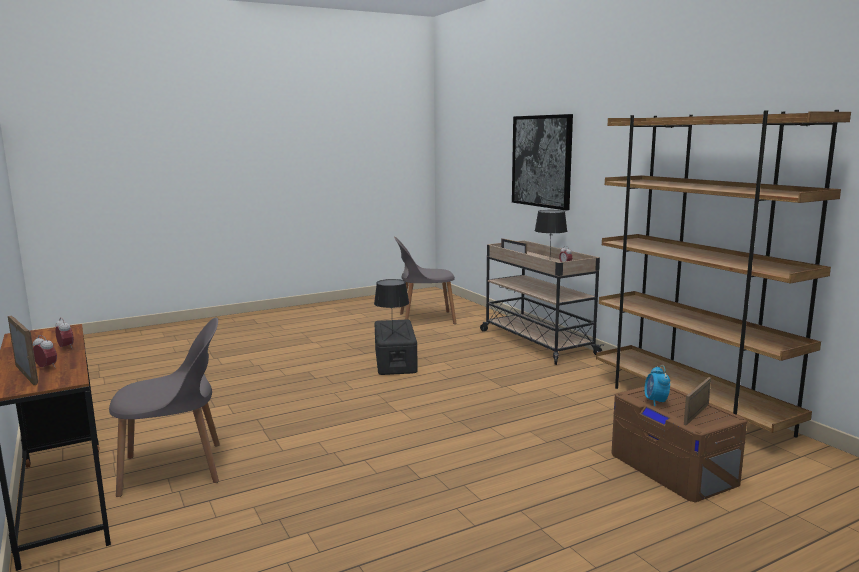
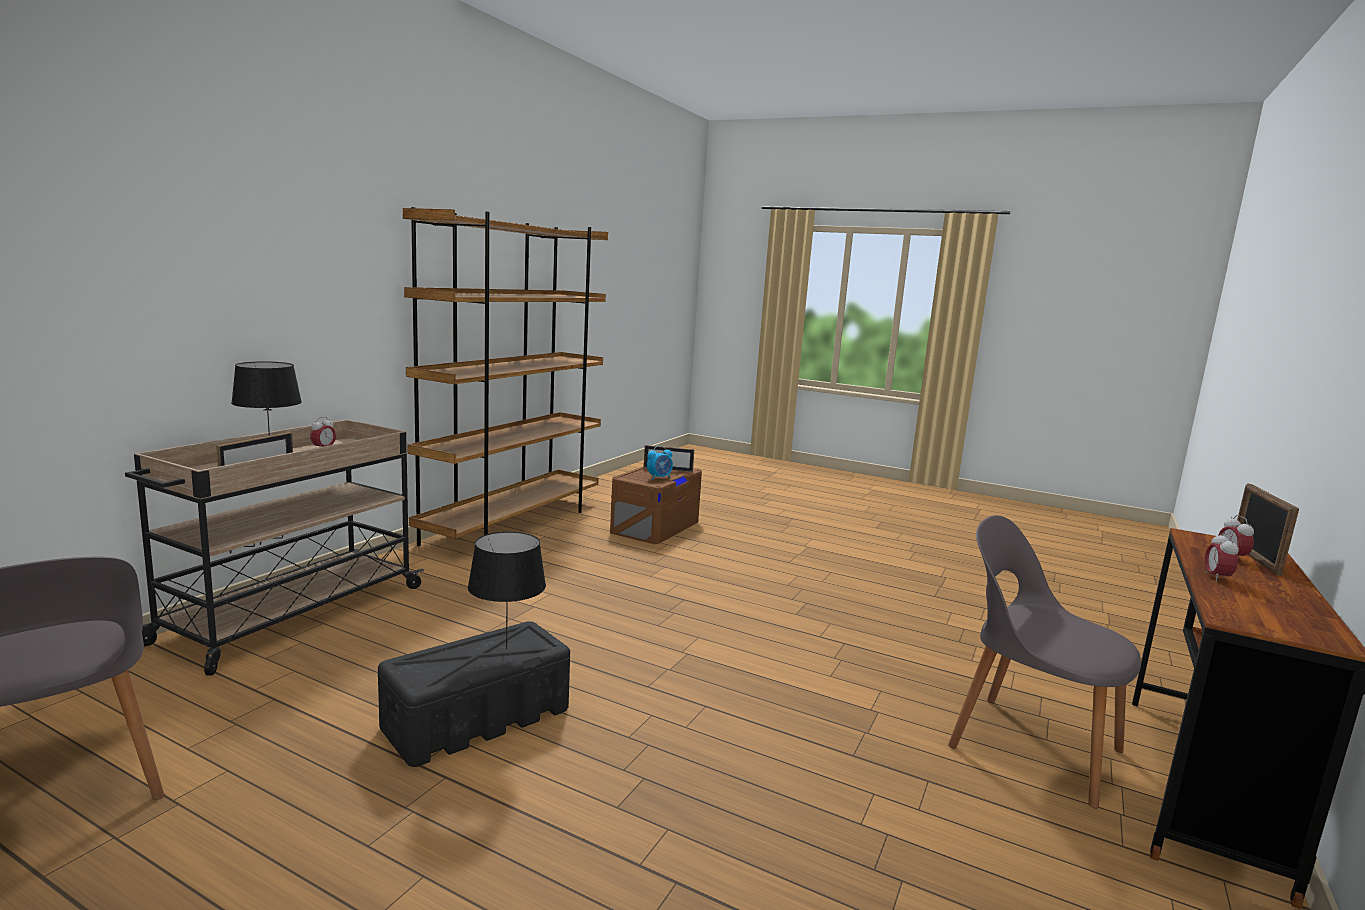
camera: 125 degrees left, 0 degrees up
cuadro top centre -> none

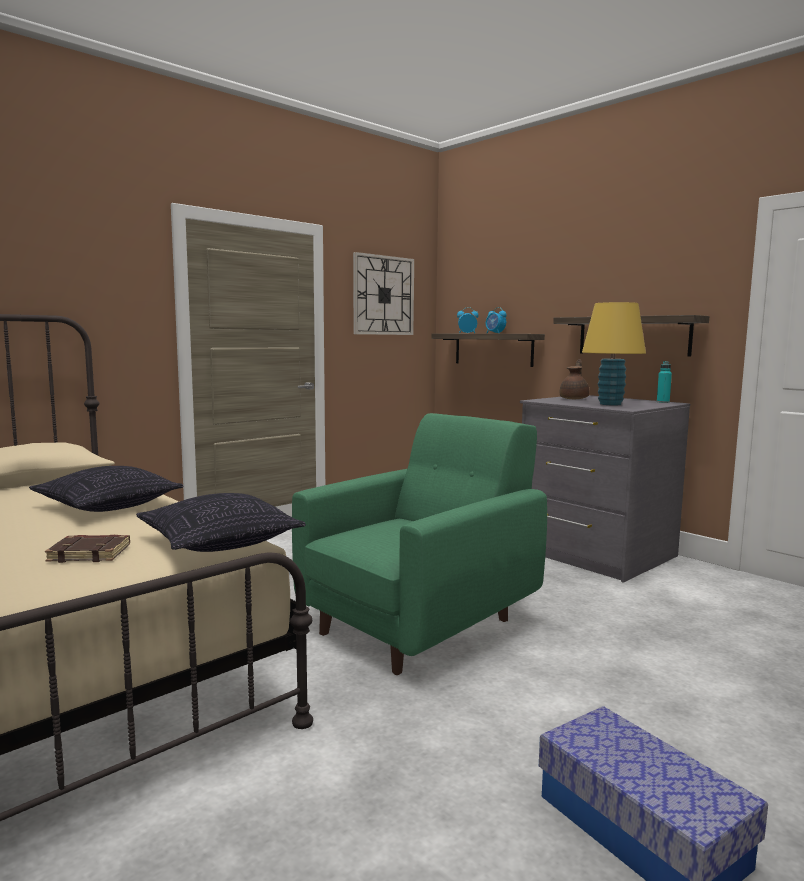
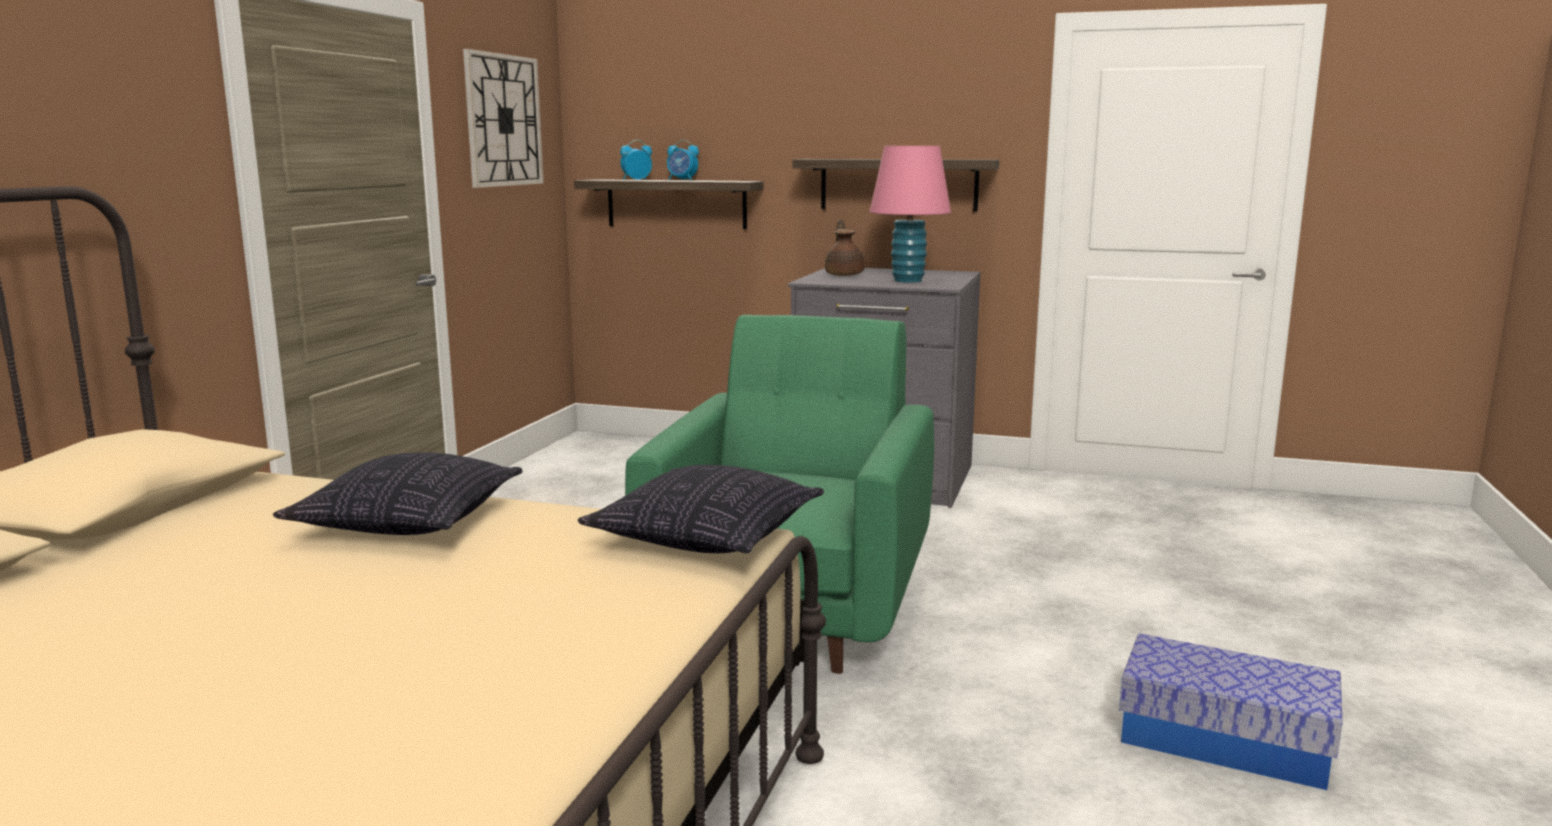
camera: 30 degrees left, 5 degrees up
lámpara de mesa/amarillo middle right -> lámpara de mesa/rosa top centre
libro/marrón middle left -> none
botella/turquesa middle right -> none

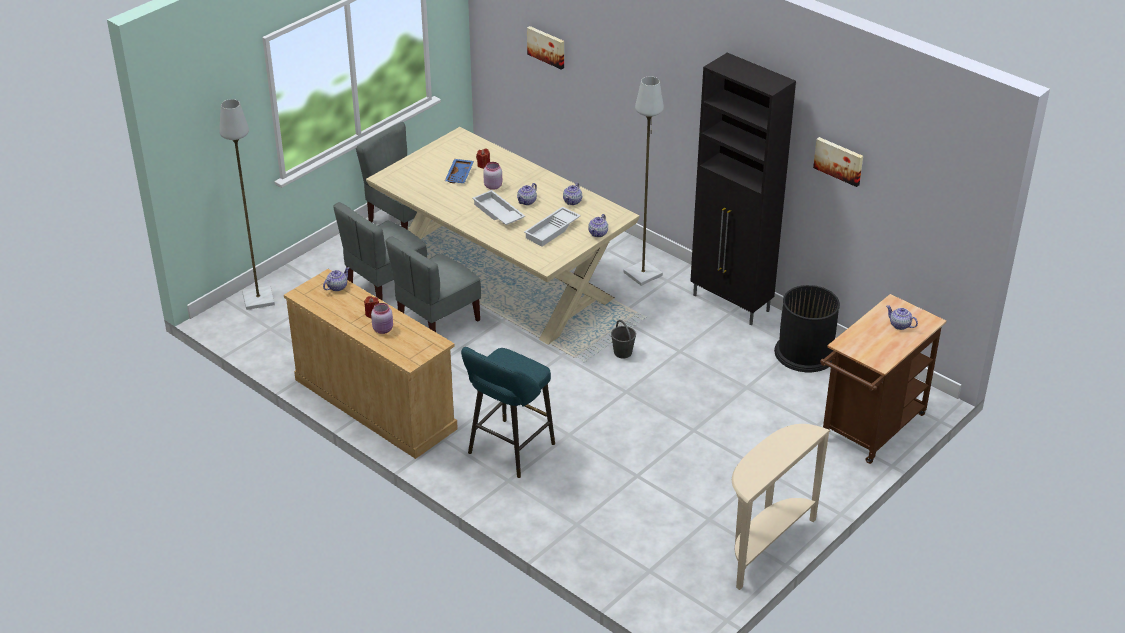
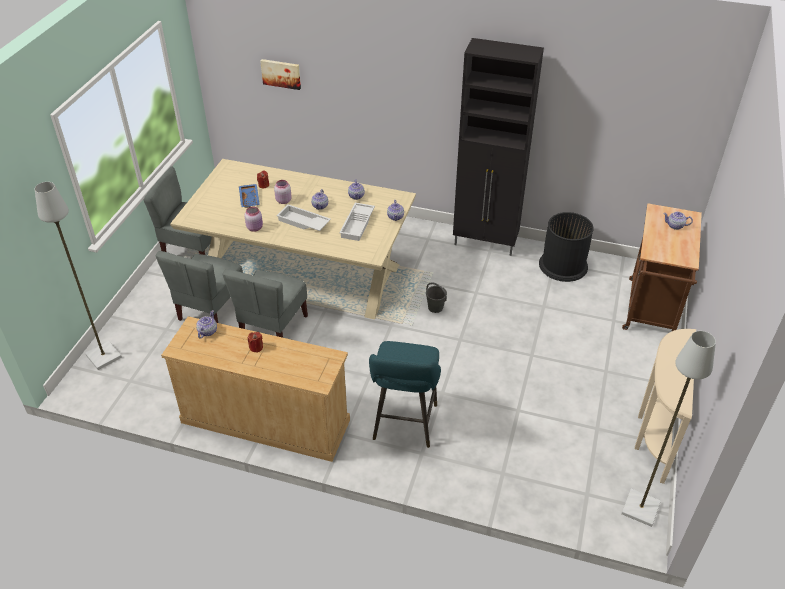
camera: 25 degrees left, 5 degrees up
tarro/rosa (1st from left) centre -> tarro/rosa (1st from left) middle left, move
lámpara de pie/gris (2nd from left) top centre -> lámpara de pie/gris (2nd from left) bottom right, move
cuadro (2nd from left) top right -> none

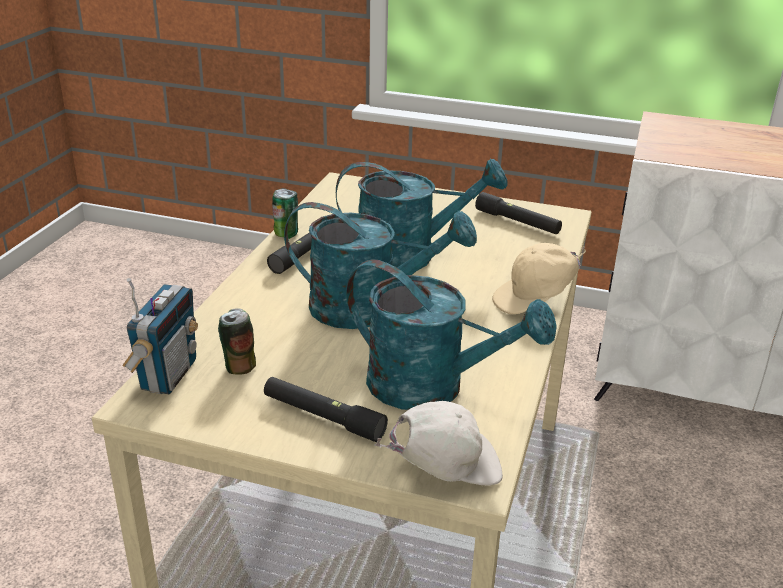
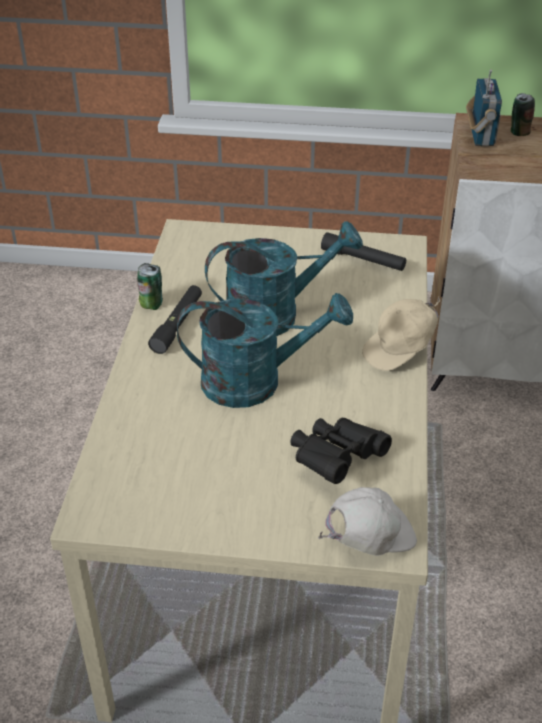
camera: 10 degrees left, 10 degrees up
regadera/turquesa (3rd from left) centre -> prismáticos/negro centre
radio middle left -> radio top right, move
lata (1st from left in the first image) middle left -> lata (2nd from left) top right, move
linterna/negro (2nd from left) bottom centre -> none

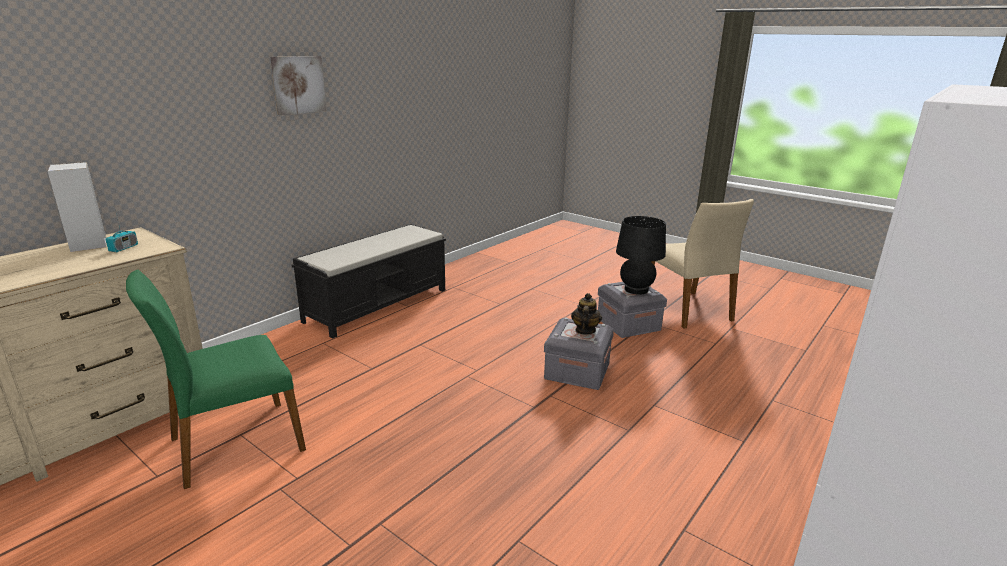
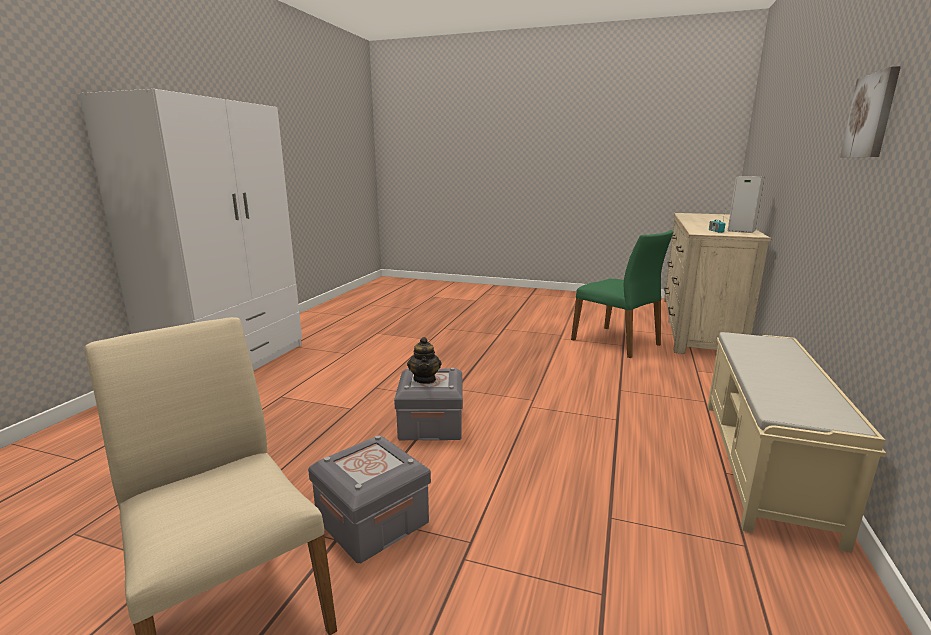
camera: 160 degrees right, 5 degrees down
silla/verde bottom left -> silla/verde middle right, 105 degrees clockwise
banco/negro centre -> banco/beis bottom right
lámpara de mesa/negro centre -> none

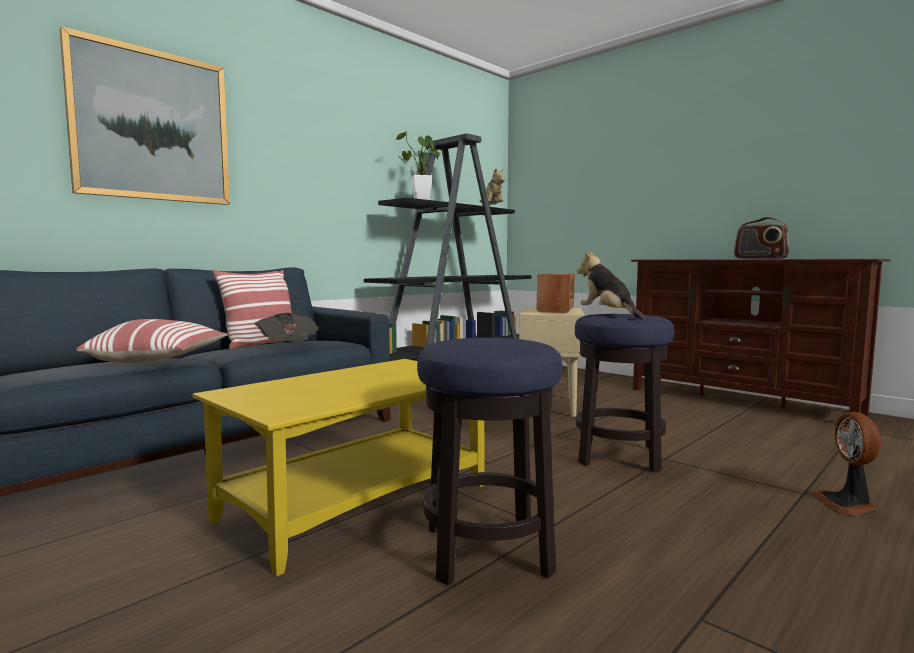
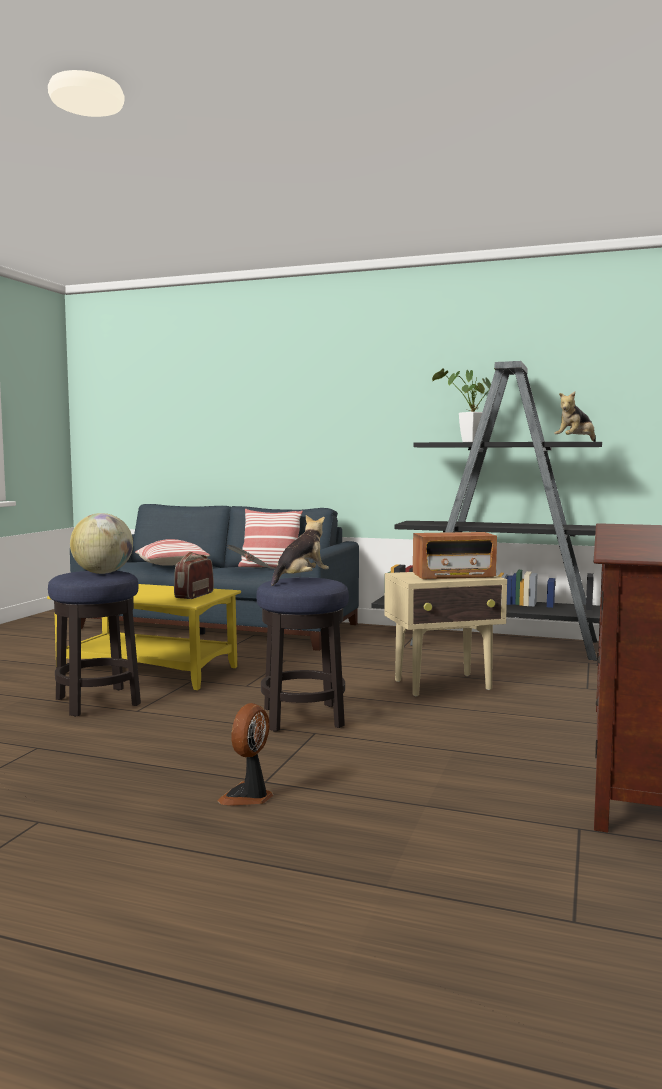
camera: 65 degrees right, 0 degrees up
none -> globo terráqueo middle left
radio (2nd from left in the first image) middle right -> radio (1st from left) middle left, move
ventilador bottom right -> ventilador bottom centre, 45 degrees counterclockwise
cuadro top left -> none

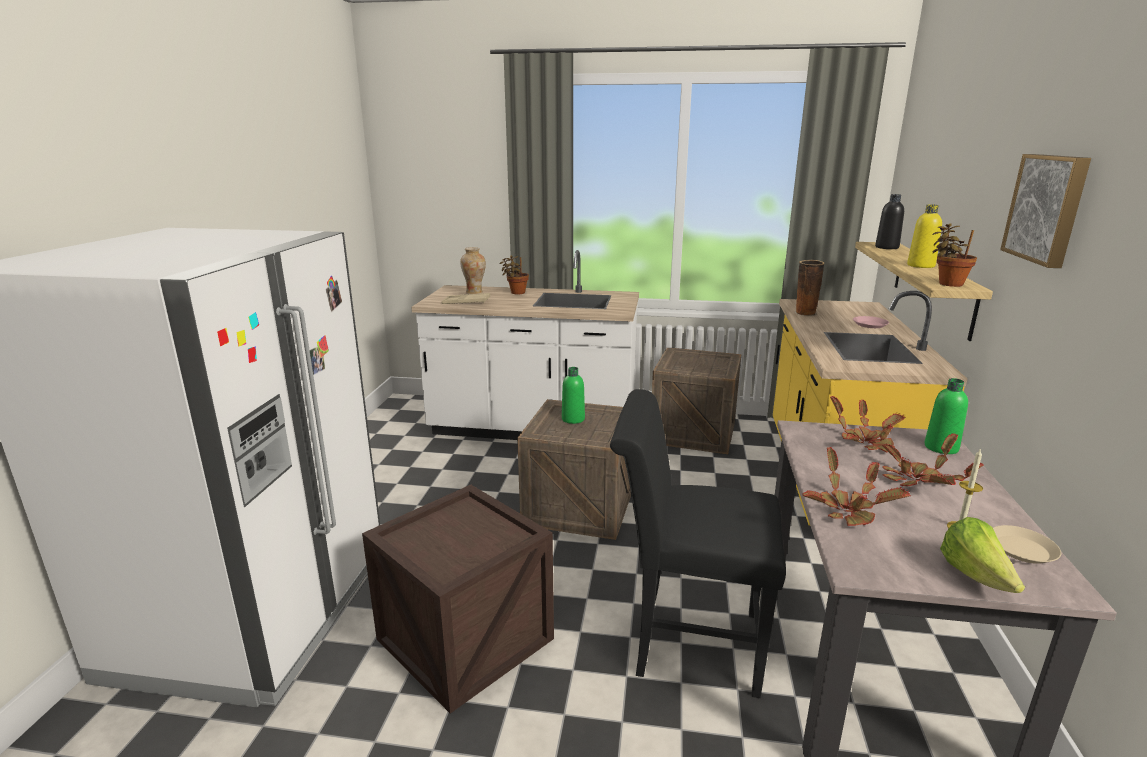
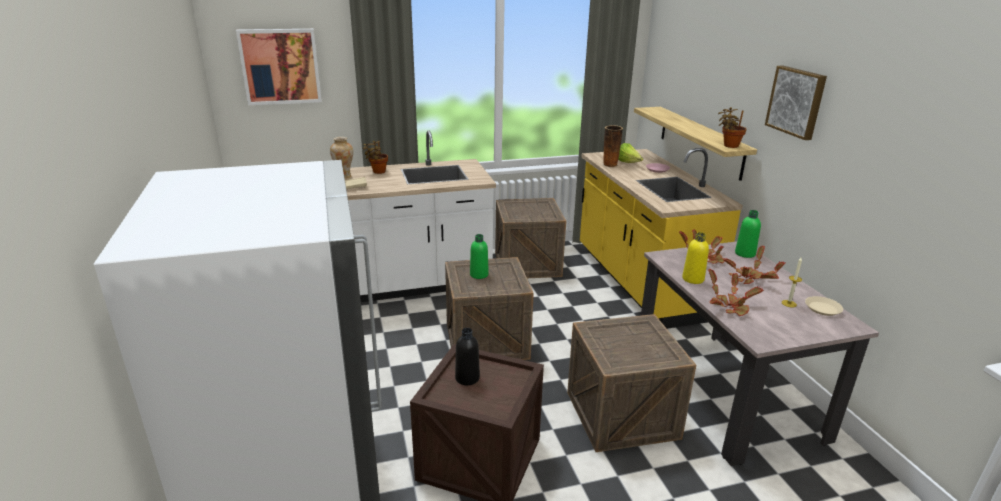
camera: 25 degrees left, 5 degrees up
none -> cuadro (1st from left) top left
botella/negro top right -> botella/negro bottom centre, move
silla/negro bottom centre -> caja de embalaje (4th from left) bottom centre
lechuga bottom right -> lechuga top centre, move
botella/amarillo top right -> botella/amarillo middle right, move

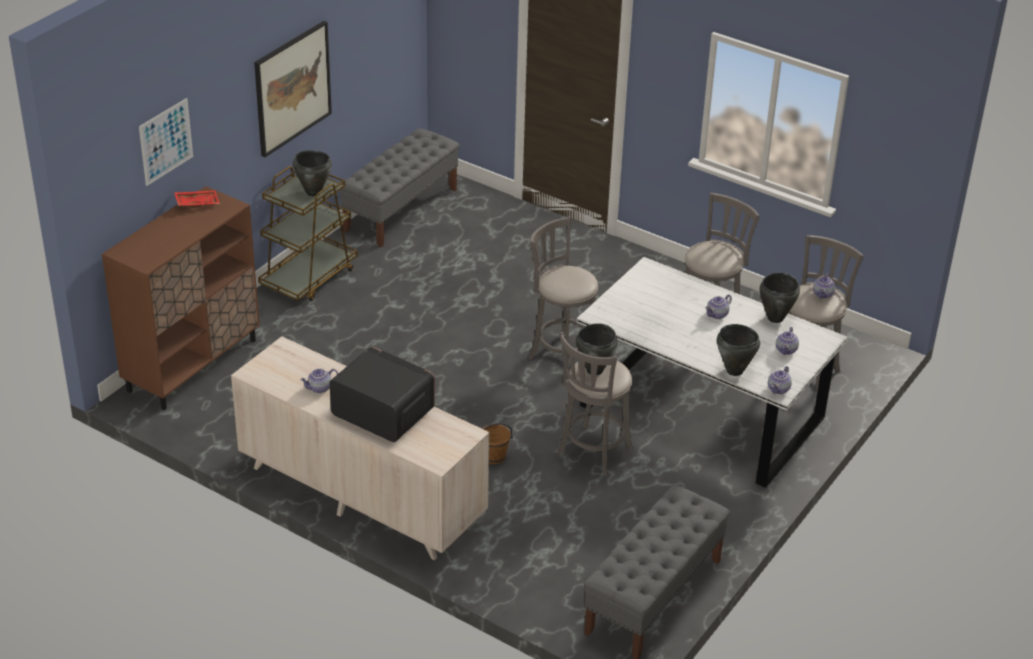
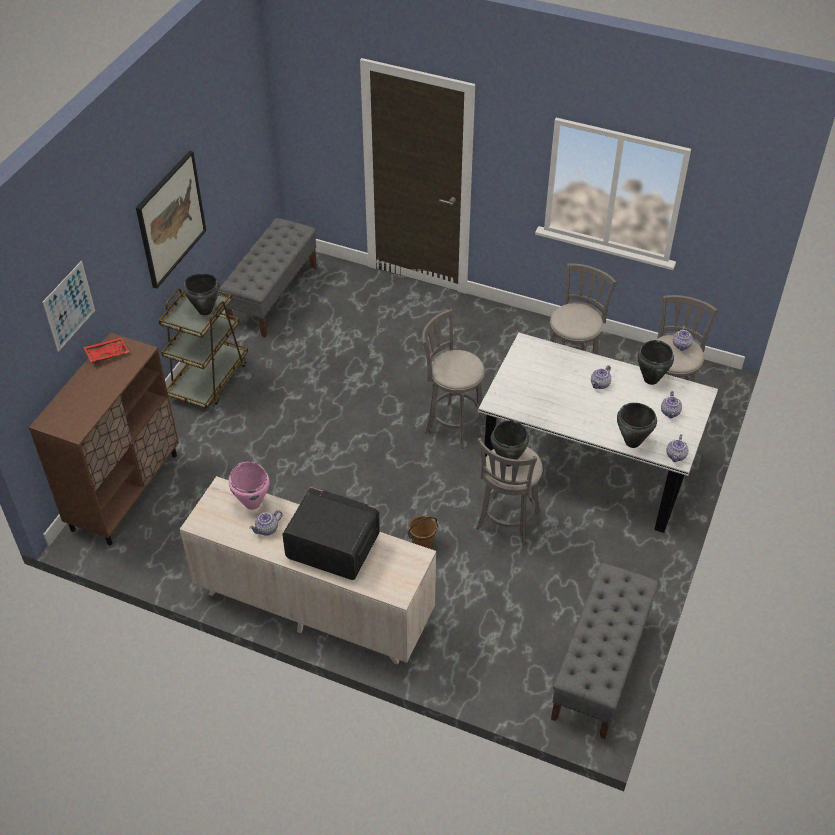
camera: 10 degrees left, 10 degrees up
none -> olla/rosa middle left

